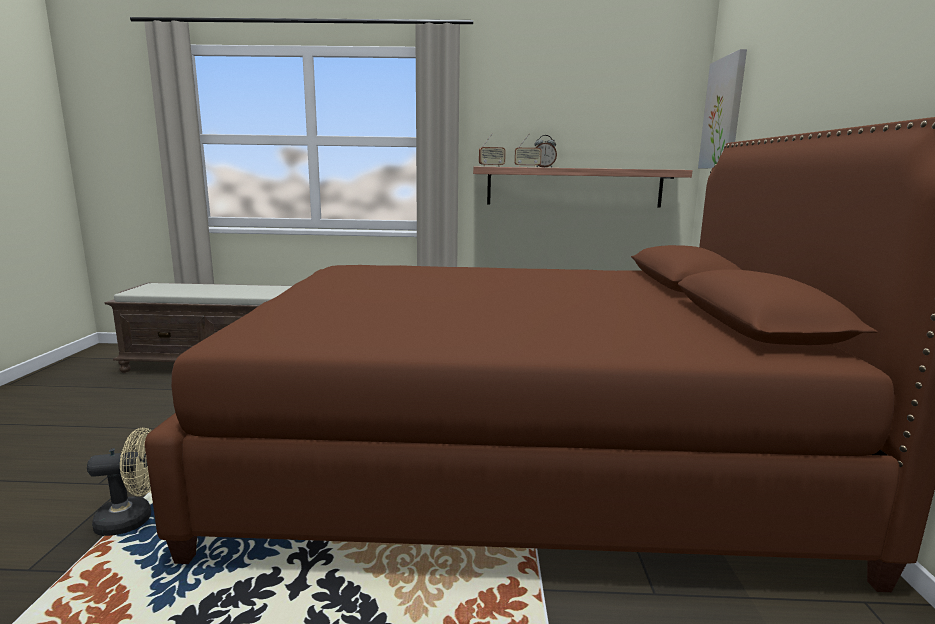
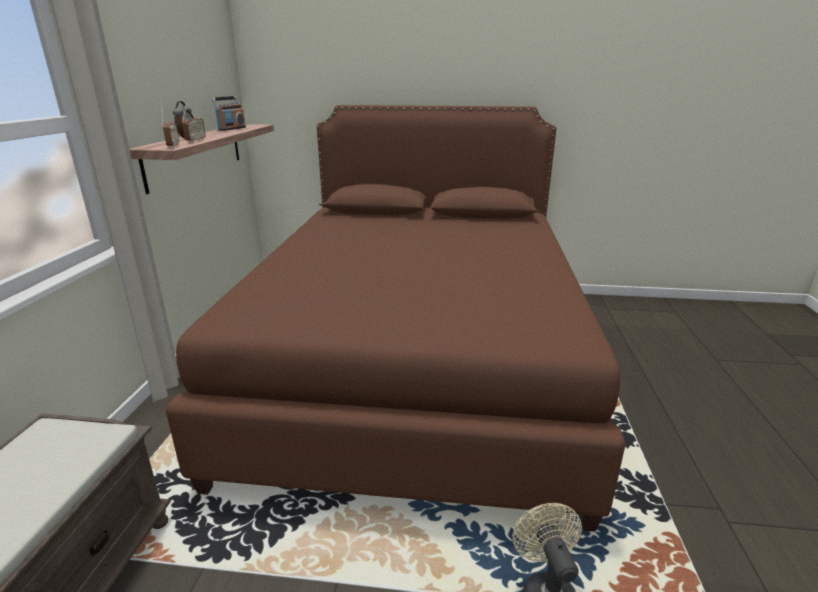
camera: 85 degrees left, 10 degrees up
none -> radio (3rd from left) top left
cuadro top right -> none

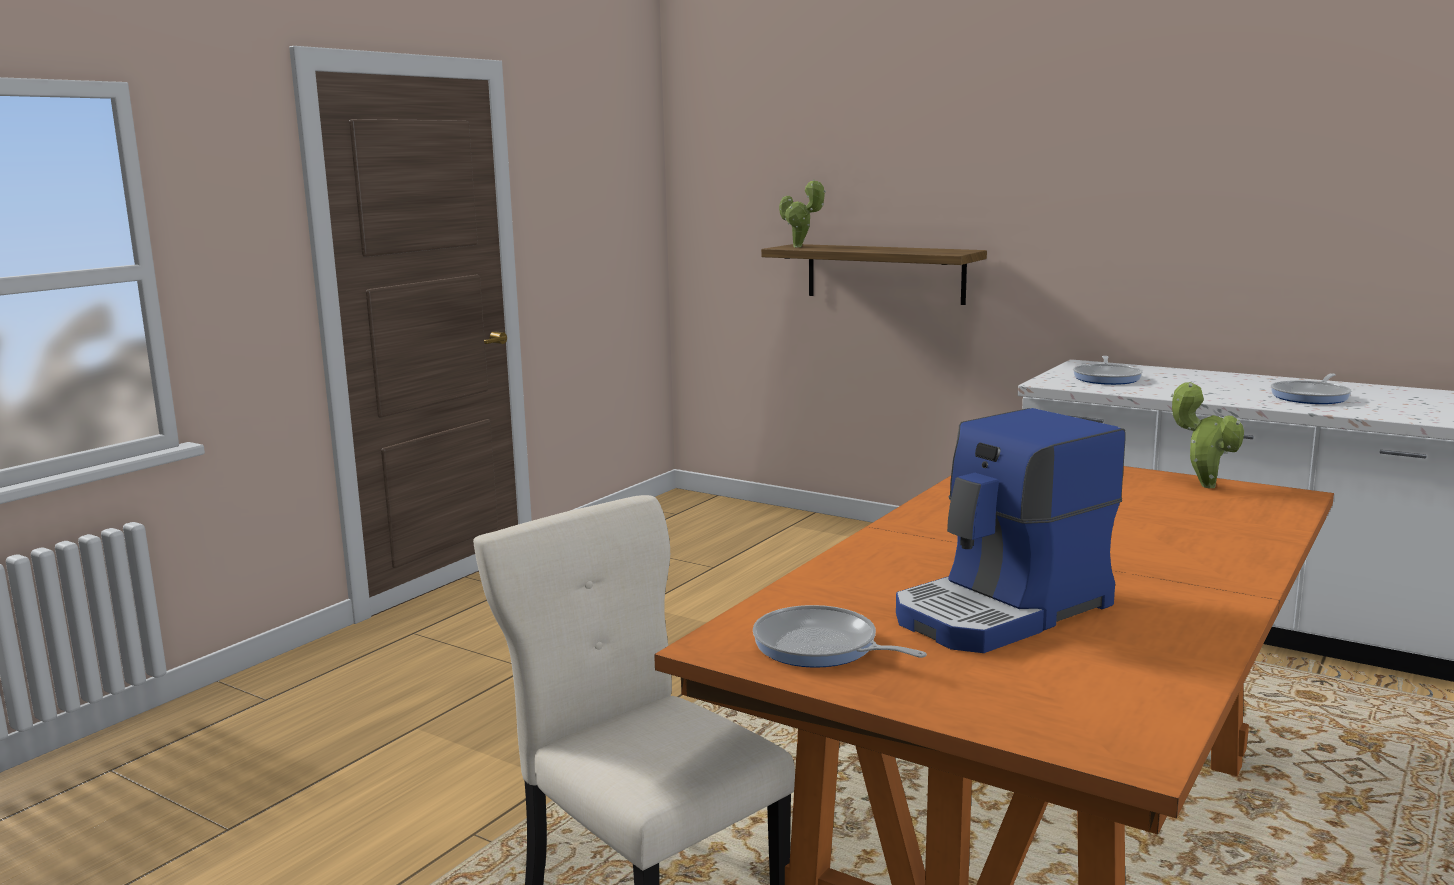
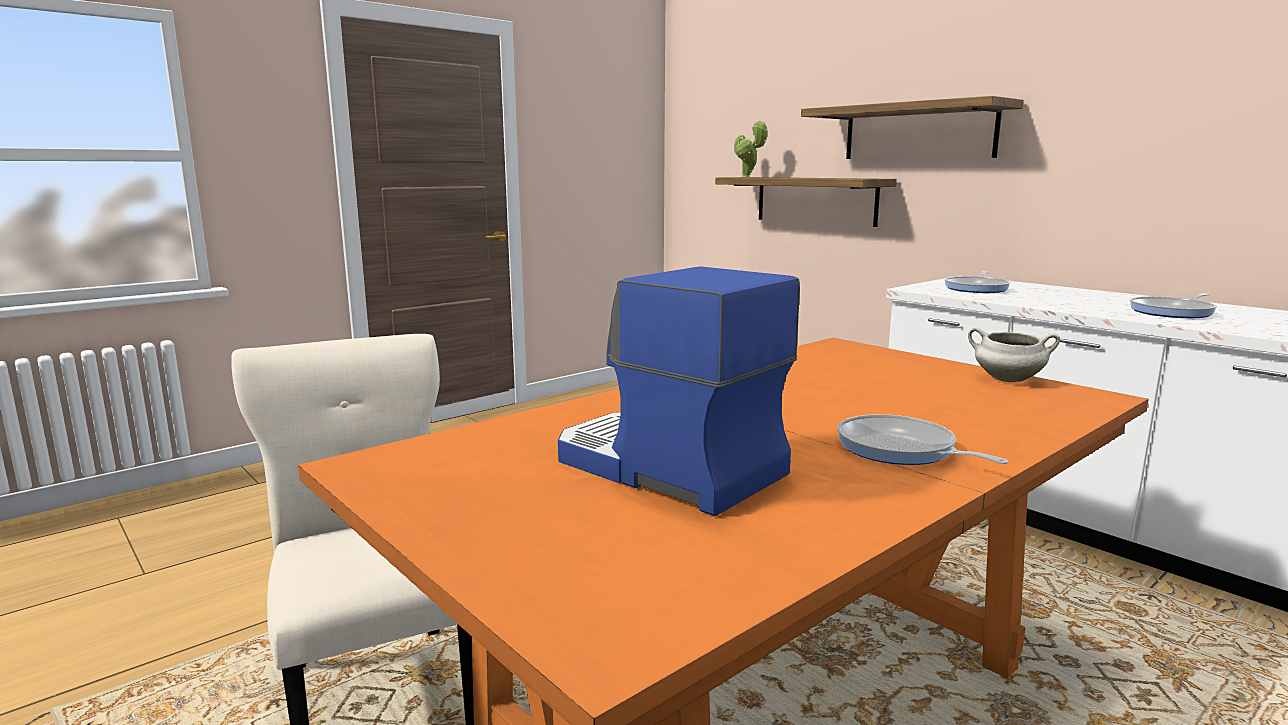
camera: 15 degrees right, 0 degrees up
cafetera middle right -> cafetera centre, 60 degrees clockwise
none -> estante (2nd from left) top right
sartén (1st from left) bottom centre -> sartén (1st from left) middle right, move
planta en maceta (2nd from left) middle right -> olla/blanco middle right

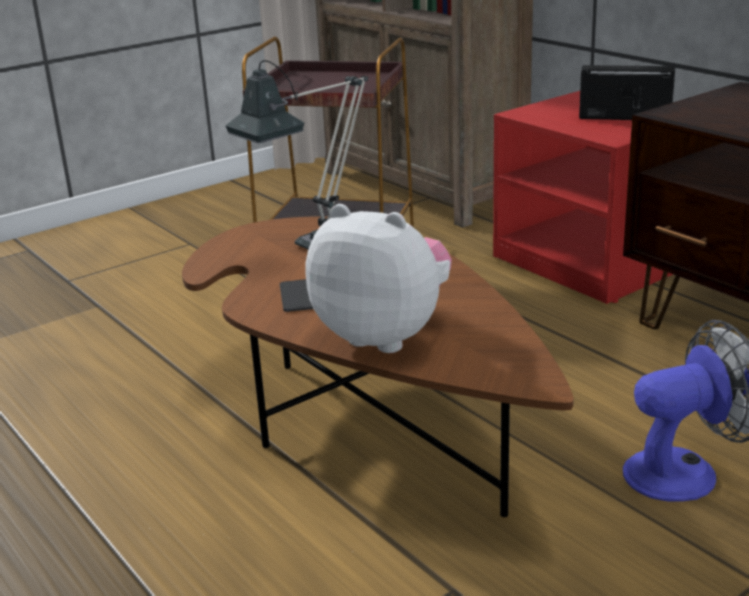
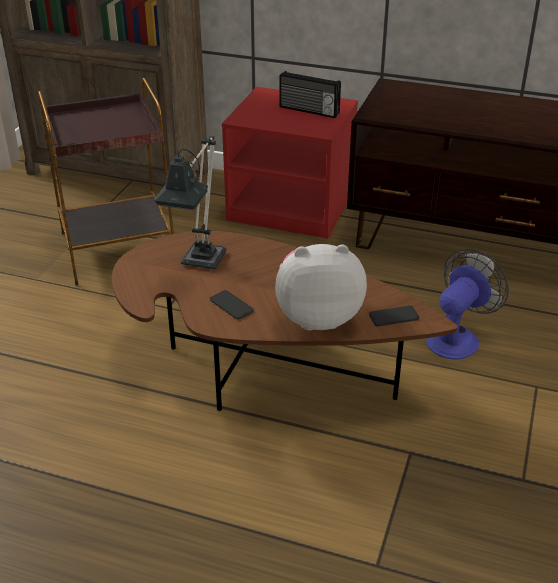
camera: 35 degrees left, 10 degrees up
radio top right -> radio top centre, 135 degrees counterclockwise
none -> móvil (2nd from left) middle right

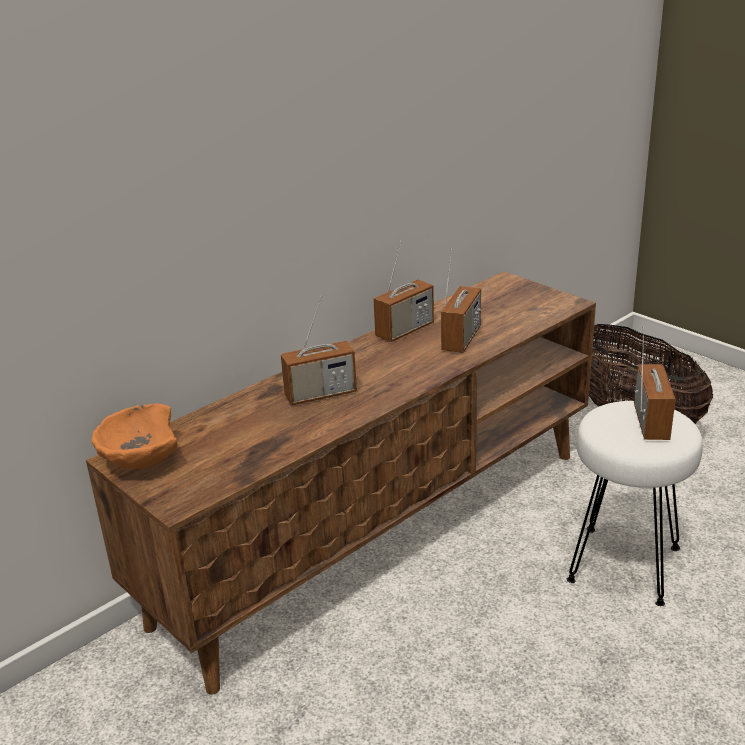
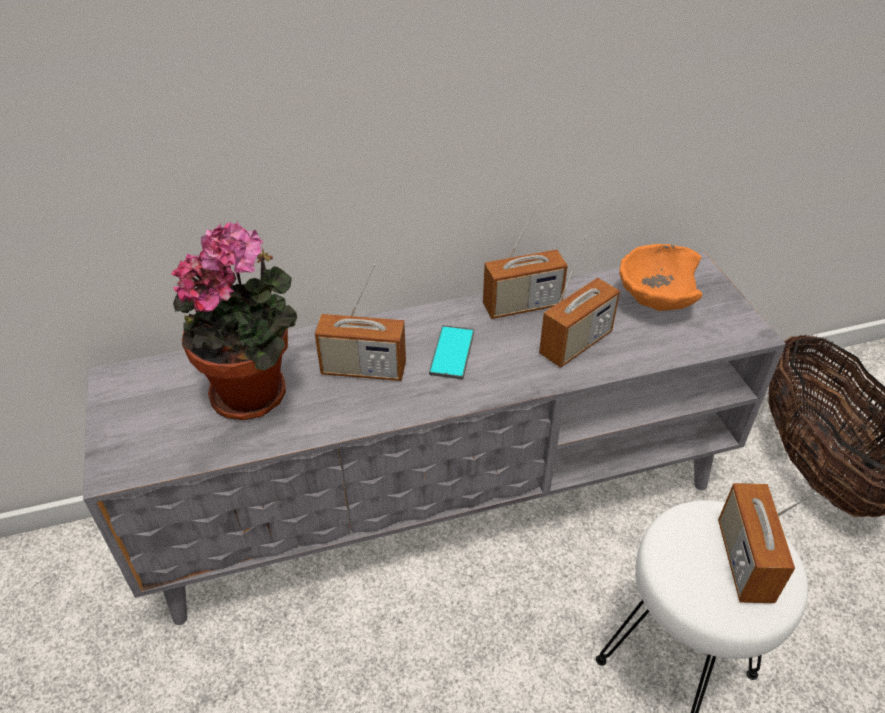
camera: 25 degrees right, 15 degrees up
mueble de televisión/marrón centre -> mueble de televisión/gris centre
none -> planta en maceta middle left
none -> móvil centre
cuenco/naranja middle left -> cuenco/naranja middle right, move
radio (4th from left) middle right -> radio (4th from left) bottom right, 150 degrees clockwise

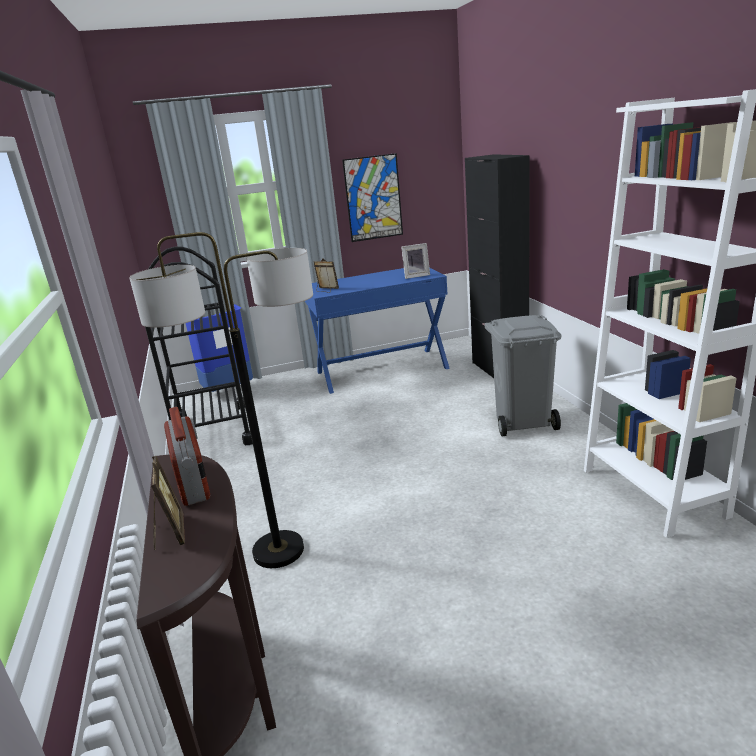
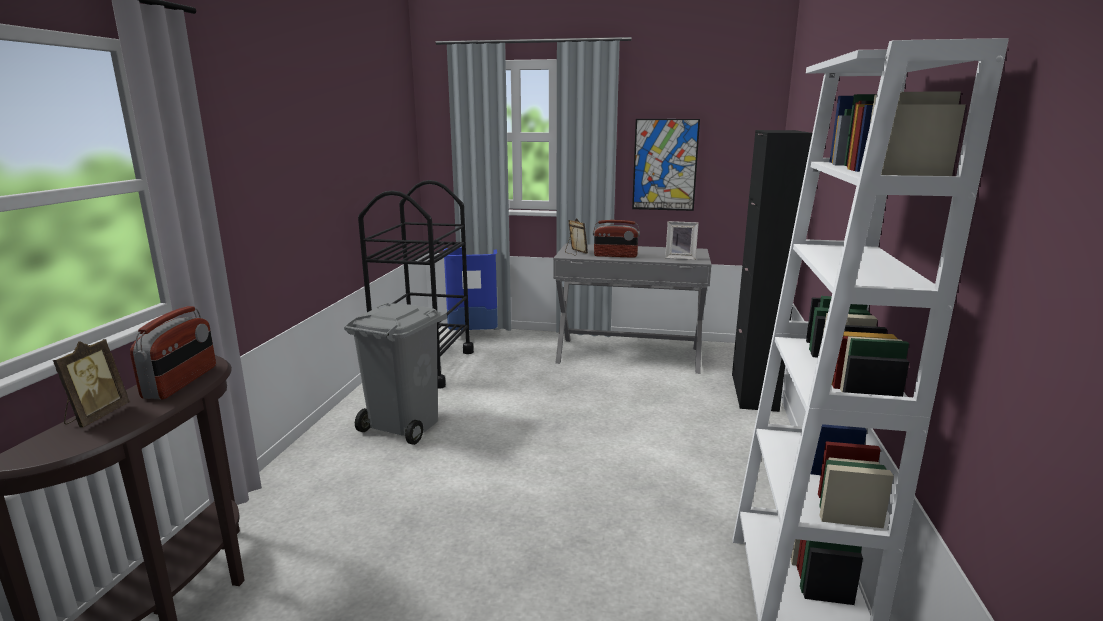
camera: 25 degrees right, 5 degrees down
papelera/gris middle right -> papelera/gris centre, move
escritorio/azul centre -> escritorio/gris centre
none -> radio (2nd from left) centre
lámpara de pie middle left -> none

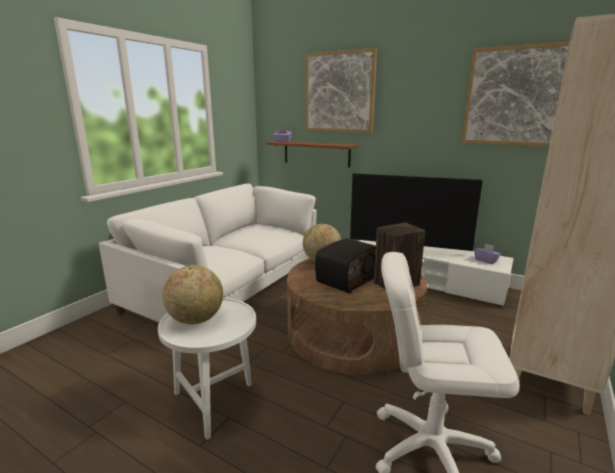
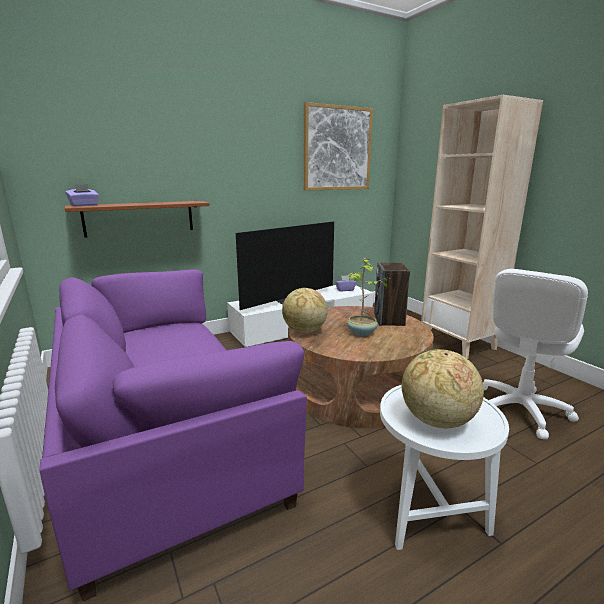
camera: 60 degrees left, 0 degrees up
sofá/blanco centre -> sofá/morado bottom left
radio centre -> planta en maceta centre
cuadro (1st from left) top centre -> none

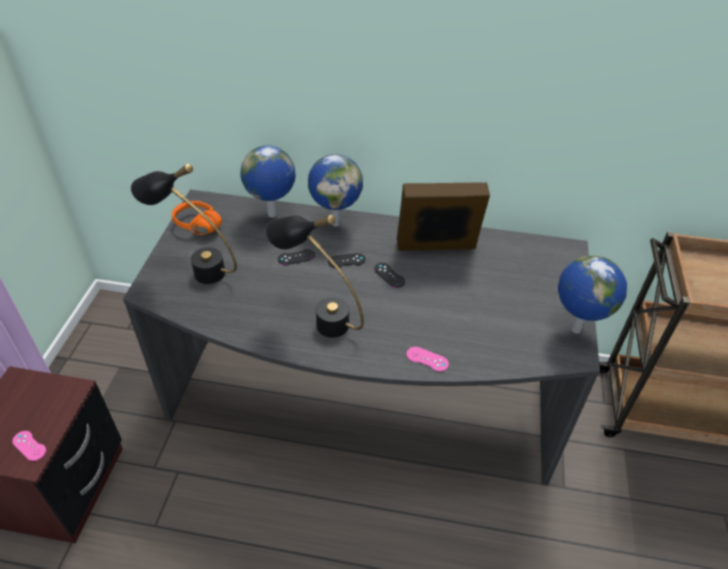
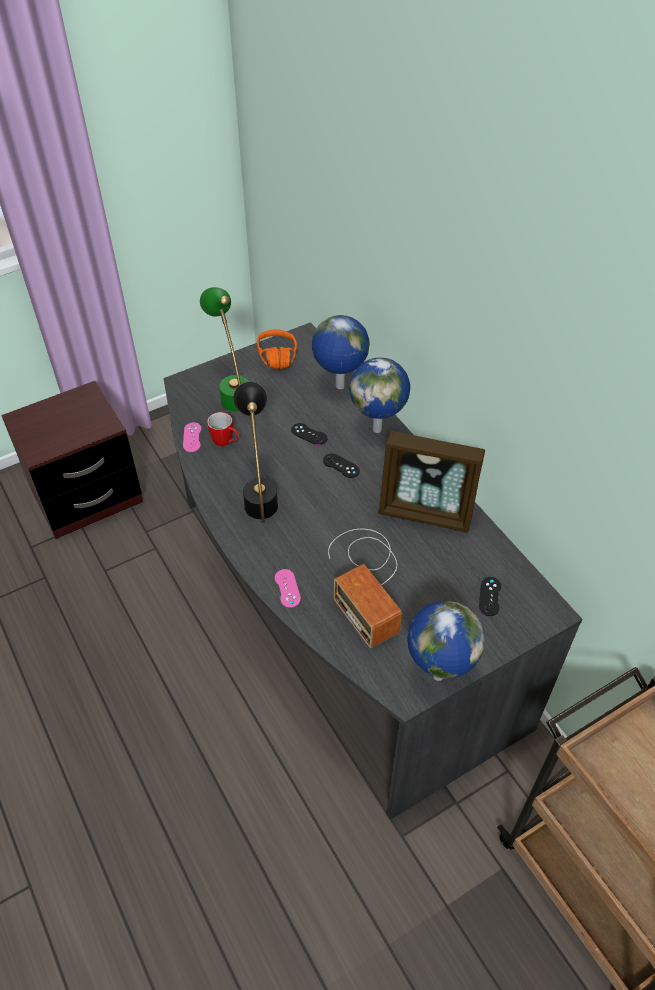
camera: 50 degrees right, 5 degrees up
mando de consola/rosa (1st from left) bottom left -> mando de consola/rosa (1st from left) middle left, move
lámpara de mesa/negro (1st from left) middle left -> lámpara de mesa/verde centre
none -> taza grande centre
none -> radio centre
portarretratos centre, 150 degrees clockwise
mando de consola/negro (3rd from left) centre -> mando de consola/negro (3rd from left) middle right, move

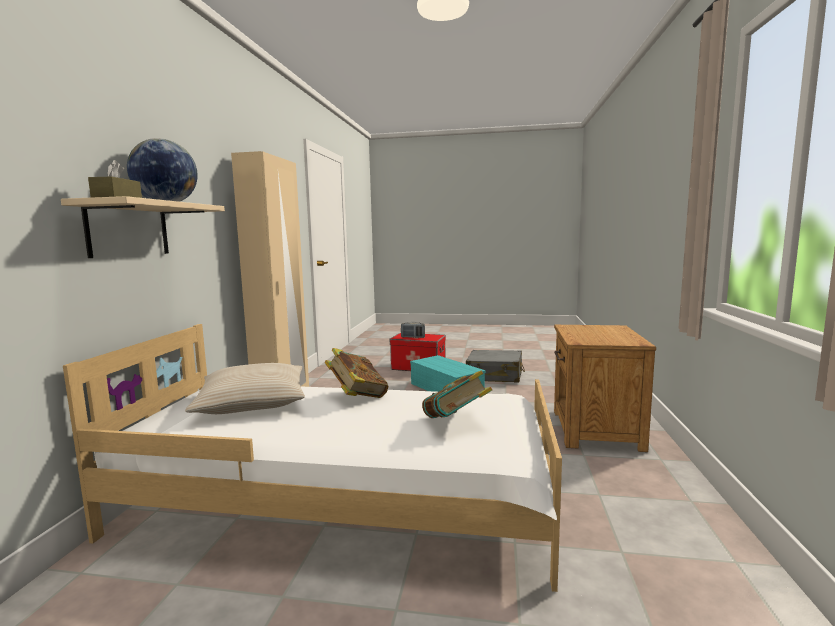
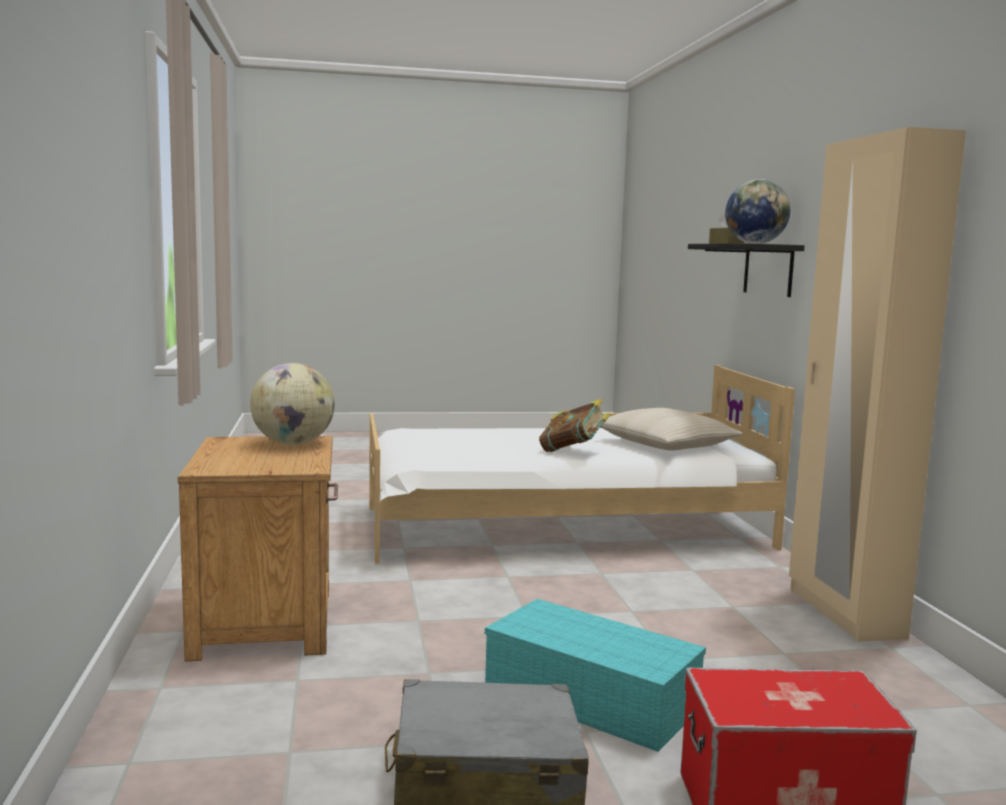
camera: 160 degrees right, 0 degrees up
none -> globo terráqueo (1st from left) middle left
estante/beis middle left -> estante/negro middle right
radio centre -> none
libro (2nd from left) centre -> none

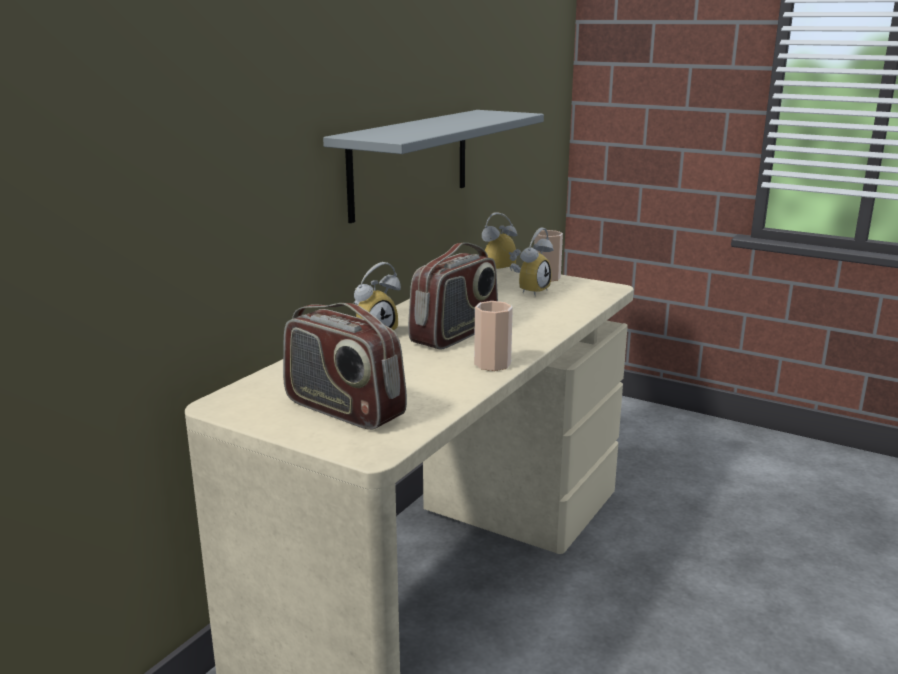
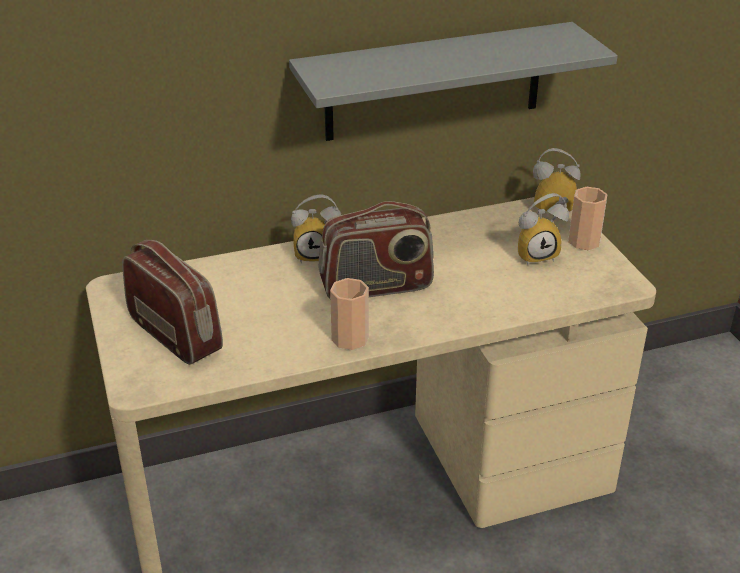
camera: 40 degrees right, 15 degrees up
radio (1st from left) centre -> radio (1st from left) middle left, 150 degrees clockwise

